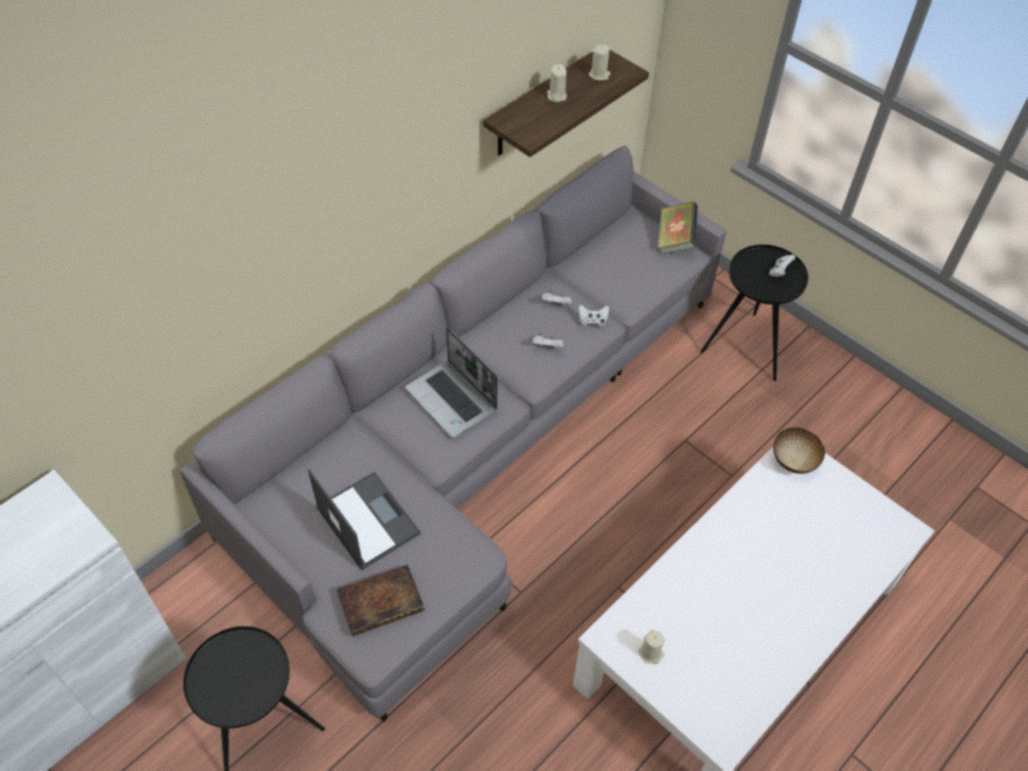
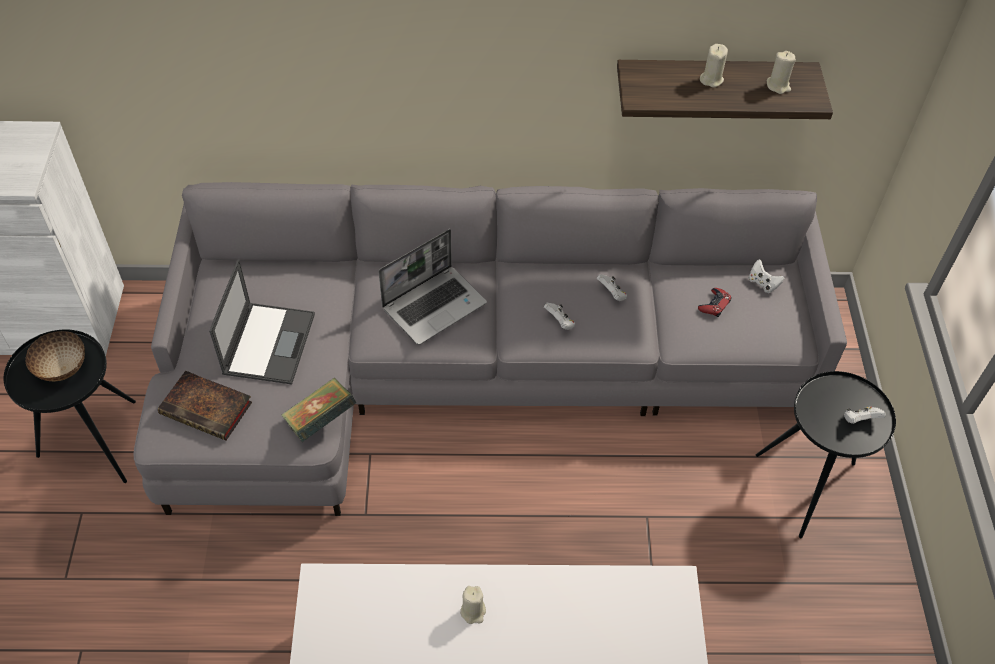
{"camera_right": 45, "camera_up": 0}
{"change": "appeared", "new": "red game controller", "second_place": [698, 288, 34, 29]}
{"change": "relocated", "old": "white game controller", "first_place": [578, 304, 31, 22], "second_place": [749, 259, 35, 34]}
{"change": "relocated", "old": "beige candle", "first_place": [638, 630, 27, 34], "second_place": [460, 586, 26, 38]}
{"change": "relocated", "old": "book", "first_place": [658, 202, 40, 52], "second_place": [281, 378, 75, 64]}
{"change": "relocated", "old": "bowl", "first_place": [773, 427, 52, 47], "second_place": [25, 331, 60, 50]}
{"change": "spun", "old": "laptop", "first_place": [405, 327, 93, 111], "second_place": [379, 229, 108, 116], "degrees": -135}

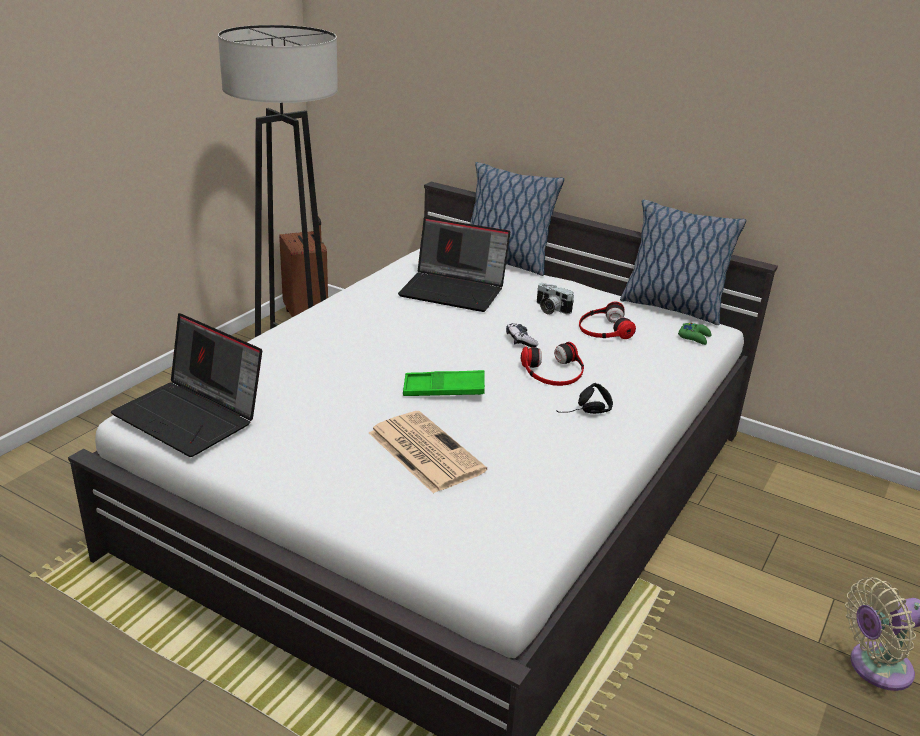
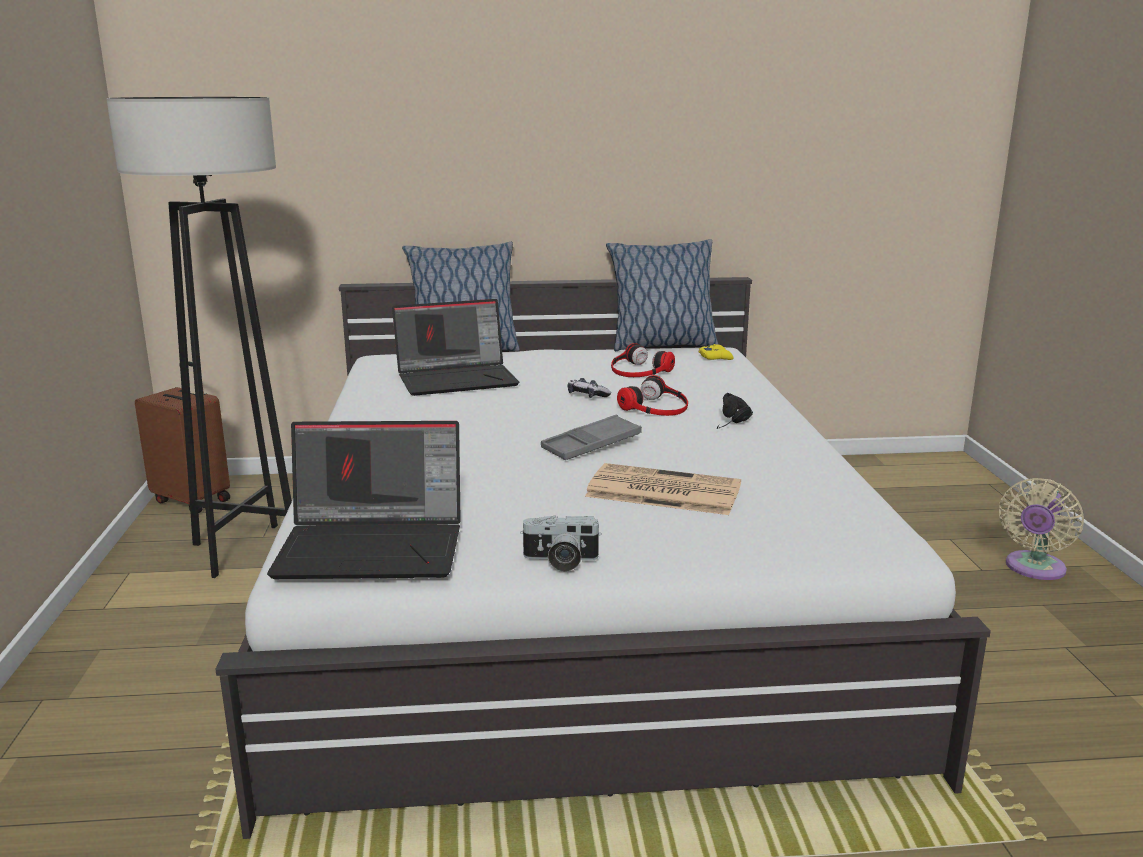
{"camera_right": -35, "camera_up": -10}
{"change": "relocated", "old": "photo camera", "first_place": [537, 283, 37, 32], "second_place": [520, 515, 82, 57]}
{"change": "colour", "old": "green tray", "new": "grey tray", "first_place": [403, 370, 82, 26], "second_place": [541, 415, 101, 45]}
{"change": "colour", "old": "green game controller", "new": "yellow game controller", "first_place": [678, 323, 33, 22], "second_place": [698, 344, 36, 16]}

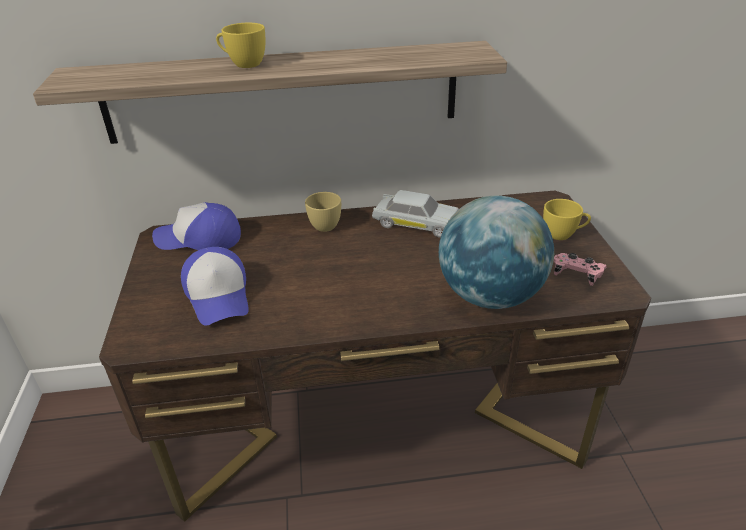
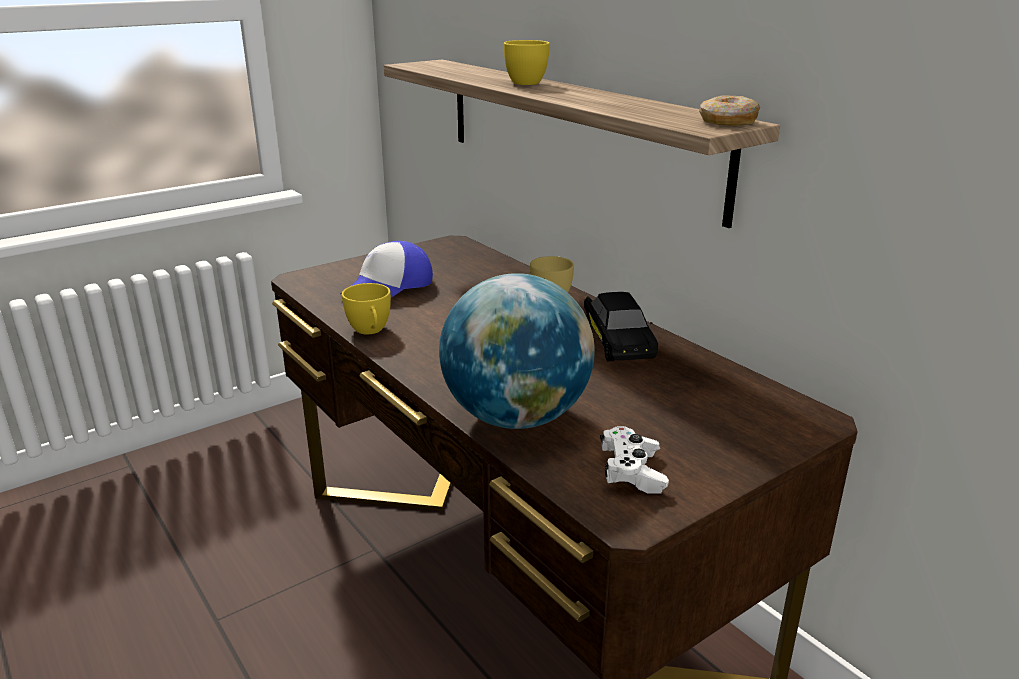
{"camera_right": 60, "camera_up": -10}
{"change": "missing", "old": "cap", "first_place": [152, 202, 89, 48]}
{"change": "appeared", "new": "donut", "second_place": [699, 95, 61, 31]}
{"change": "relocated", "old": "yellow cup", "first_place": [543, 199, 48, 41], "second_place": [342, 283, 49, 51]}
{"change": "colour", "old": "white toy car", "new": "black toy car", "first_place": [372, 190, 87, 48], "second_place": [584, 292, 74, 69]}
{"change": "colour", "old": "pink game controller", "new": "white game controller", "first_place": [554, 253, 53, 33], "second_place": [600, 426, 69, 68]}

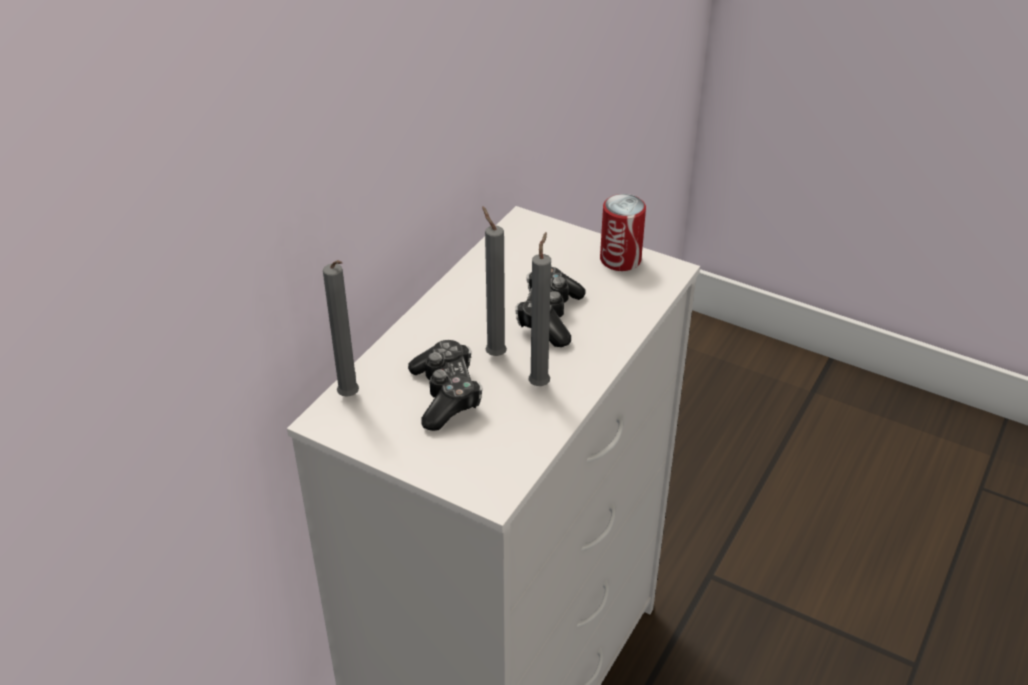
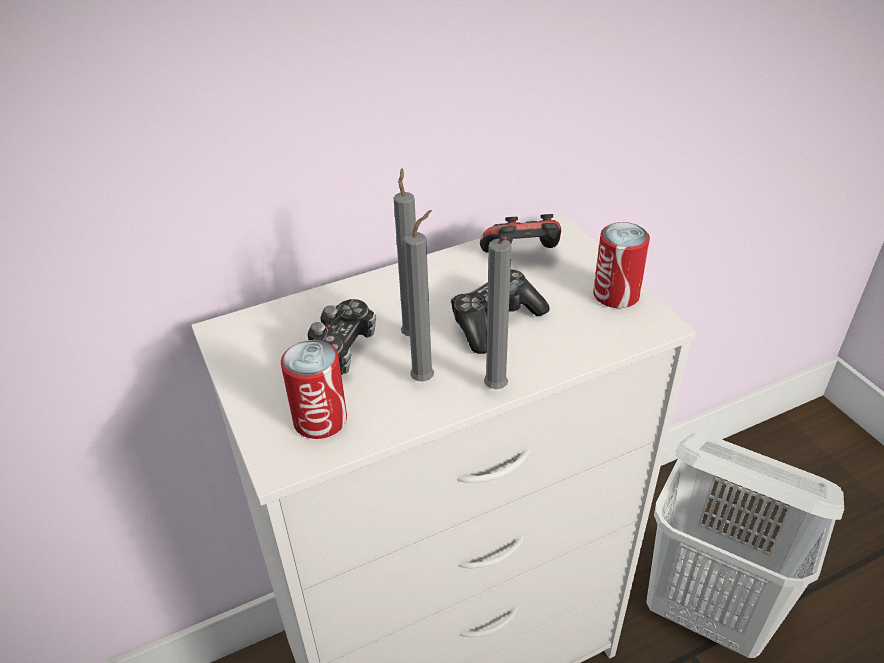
{"camera_right": 35, "camera_up": 0}
{"change": "appeared", "new": "can", "second_place": [281, 340, 66, 99]}
{"change": "appeared", "new": "game controller", "second_place": [480, 214, 81, 39]}
{"change": "appeared", "new": "white laundry basket", "second_place": [646, 433, 198, 225]}
{"change": "relocated", "old": "grey candle", "first_place": [323, 260, 36, 137], "second_place": [484, 236, 28, 153]}

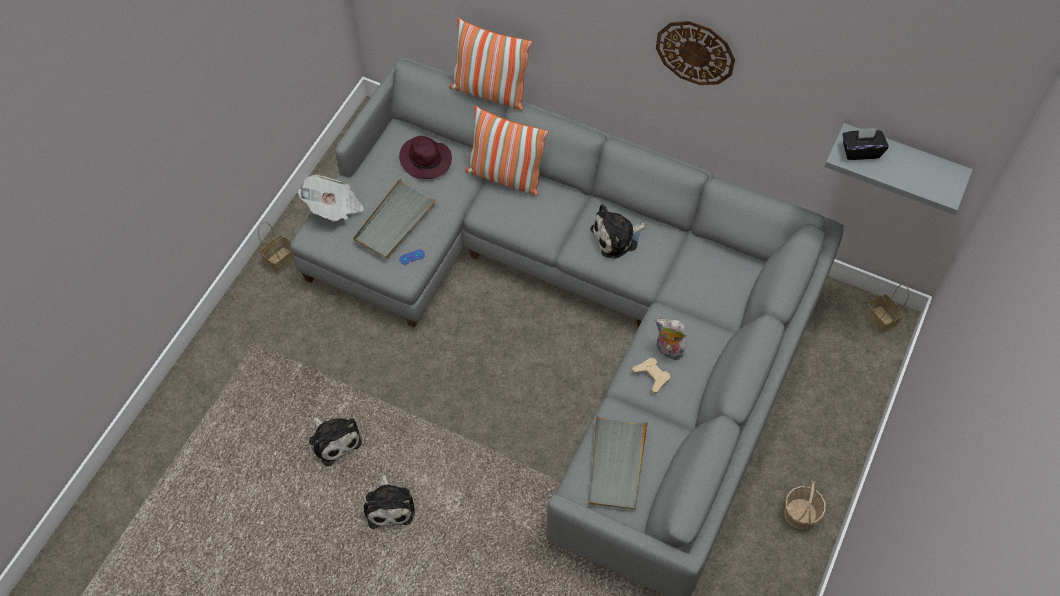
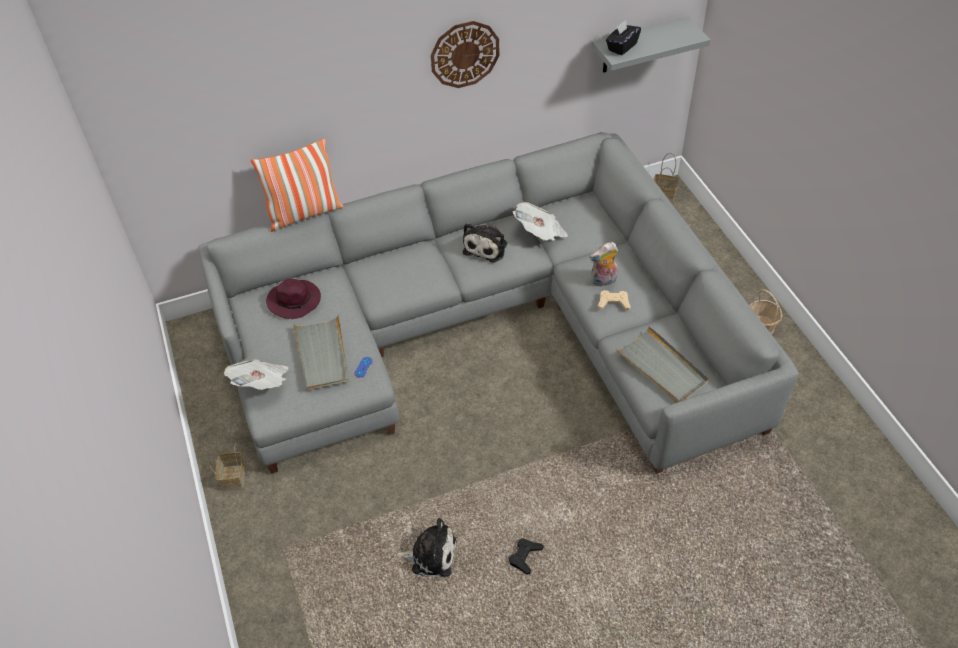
{"camera_right": -45, "camera_up": -10}
{"change": "missing", "old": "pillow", "first_place": [465, 106, 84, 90]}
{"change": "appeared", "new": "newspaper", "second_place": [513, 202, 55, 39]}
{"change": "exchanged", "old": "plush toy", "new": "black game controller", "first_place": [364, 474, 51, 55], "second_place": [509, 538, 35, 37]}

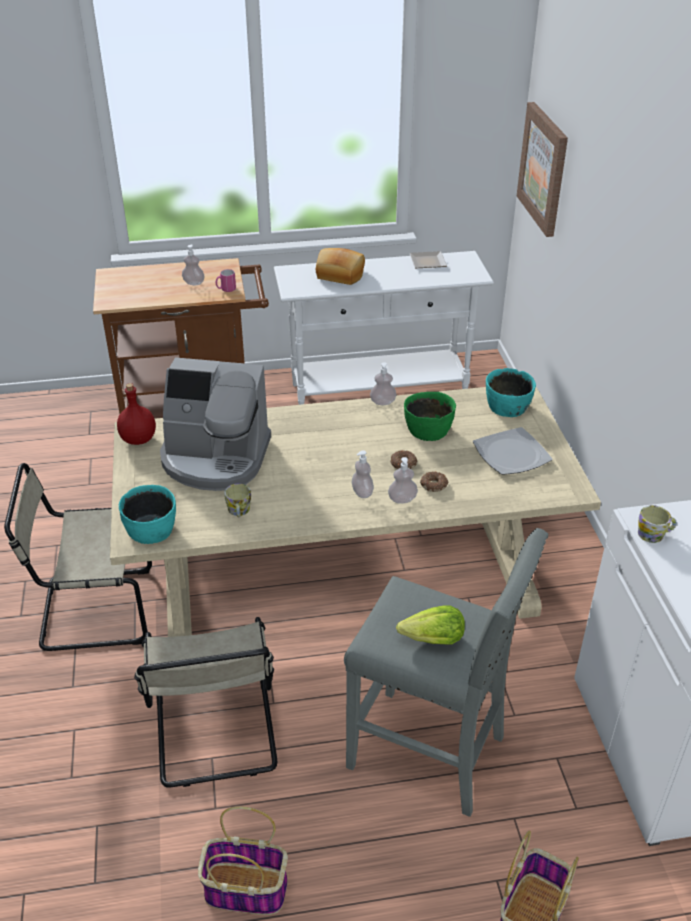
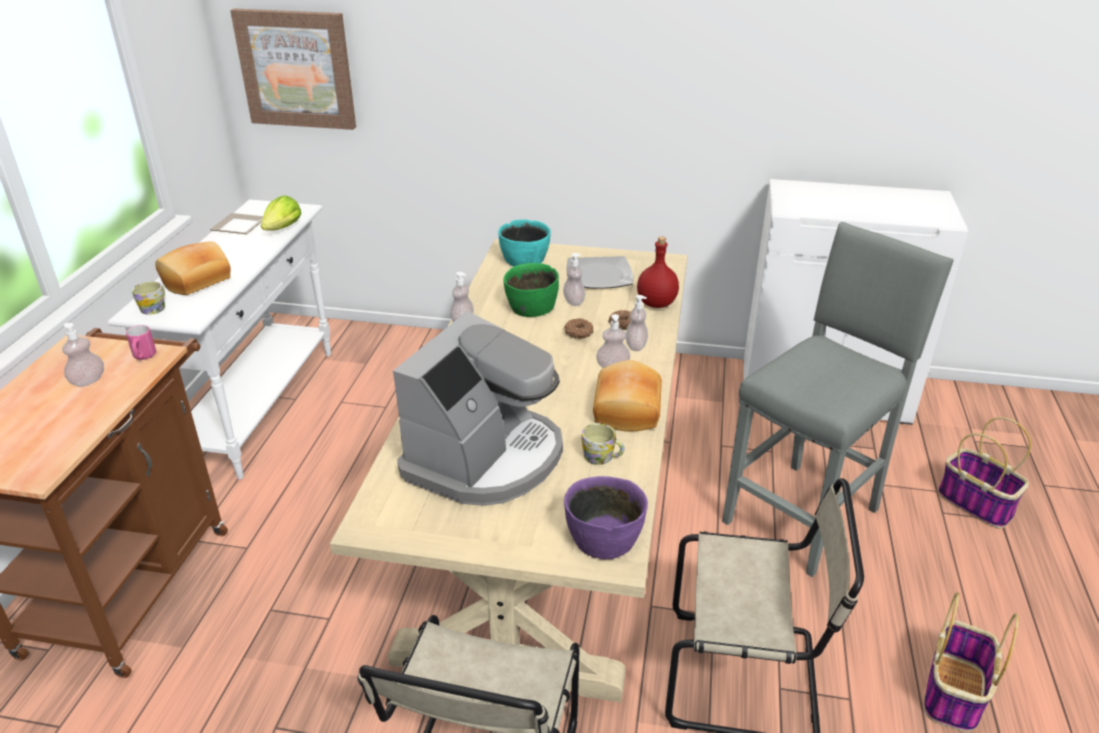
{"camera_right": -70, "camera_up": -5}
{"change": "appeared", "new": "soap dispenser", "second_place": [563, 253, 22, 53]}
{"change": "appeared", "new": "bread", "second_place": [593, 360, 69, 72]}
{"change": "relocated", "old": "red bottle", "first_place": [117, 383, 39, 62], "second_place": [637, 236, 42, 72]}
{"change": "relocated", "old": "lettuce", "first_place": [396, 606, 69, 39], "second_place": [261, 196, 40, 35]}
{"change": "relocated", "old": "mug", "first_place": [638, 505, 39, 38], "second_place": [132, 282, 33, 33]}
{"change": "colour", "old": "turquoise bowl", "new": "purple bowl", "first_place": [119, 485, 57, 59], "second_place": [564, 476, 84, 83]}

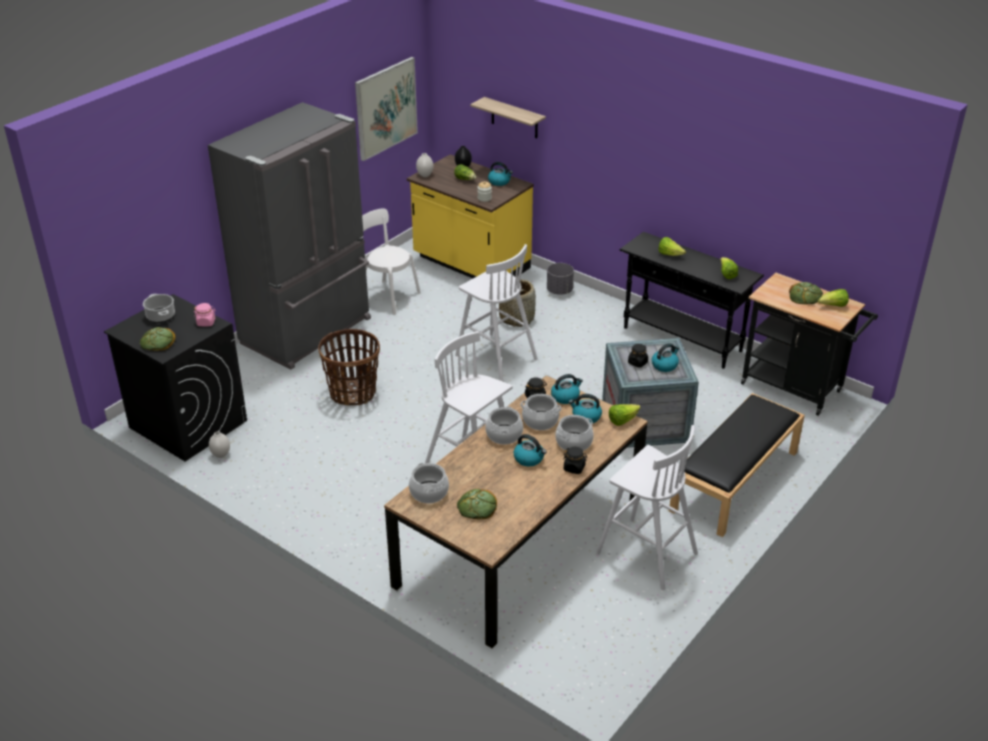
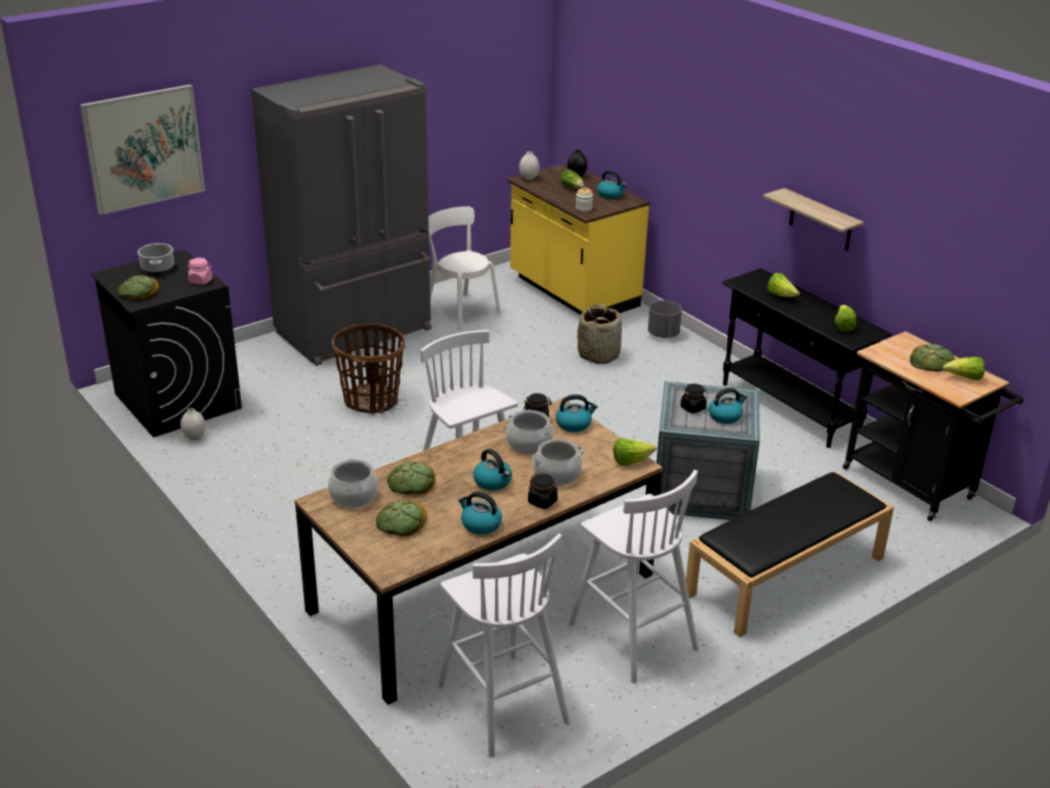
{"camera_right": 15, "camera_up": -5}
{"change": "missing", "old": "cooking pot", "first_place": [485, 406, 38, 39]}
{"change": "appeared", "new": "bread", "second_place": [387, 461, 48, 34]}
{"change": "relocated", "old": "picture", "first_place": [355, 57, 63, 104], "second_place": [80, 84, 125, 131]}
{"change": "relocated", "old": "white stool", "first_place": [455, 244, 83, 137], "second_place": [438, 533, 132, 225]}
{"change": "relocated", "old": "shelf", "first_place": [470, 97, 76, 41], "second_place": [763, 188, 101, 63]}
{"change": "relocated", "old": "kettle", "first_place": [569, 394, 33, 29], "second_place": [458, 491, 44, 44]}

